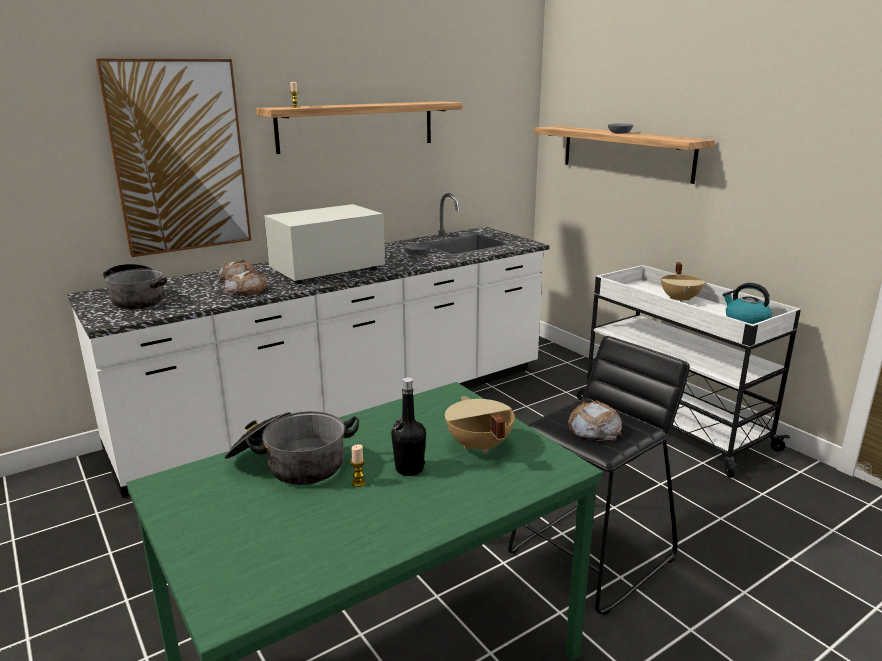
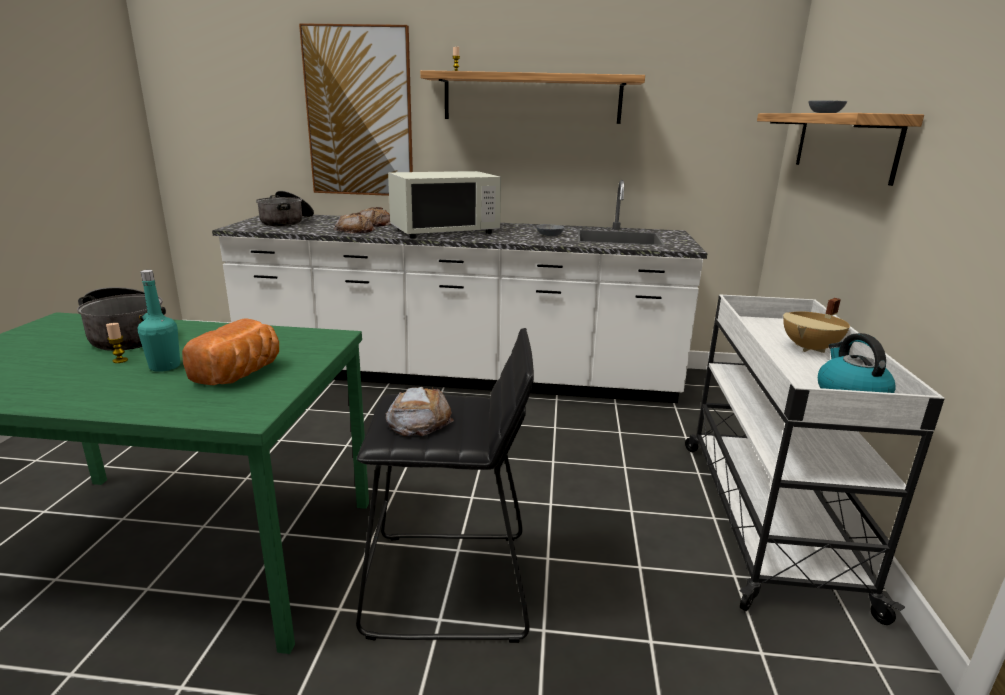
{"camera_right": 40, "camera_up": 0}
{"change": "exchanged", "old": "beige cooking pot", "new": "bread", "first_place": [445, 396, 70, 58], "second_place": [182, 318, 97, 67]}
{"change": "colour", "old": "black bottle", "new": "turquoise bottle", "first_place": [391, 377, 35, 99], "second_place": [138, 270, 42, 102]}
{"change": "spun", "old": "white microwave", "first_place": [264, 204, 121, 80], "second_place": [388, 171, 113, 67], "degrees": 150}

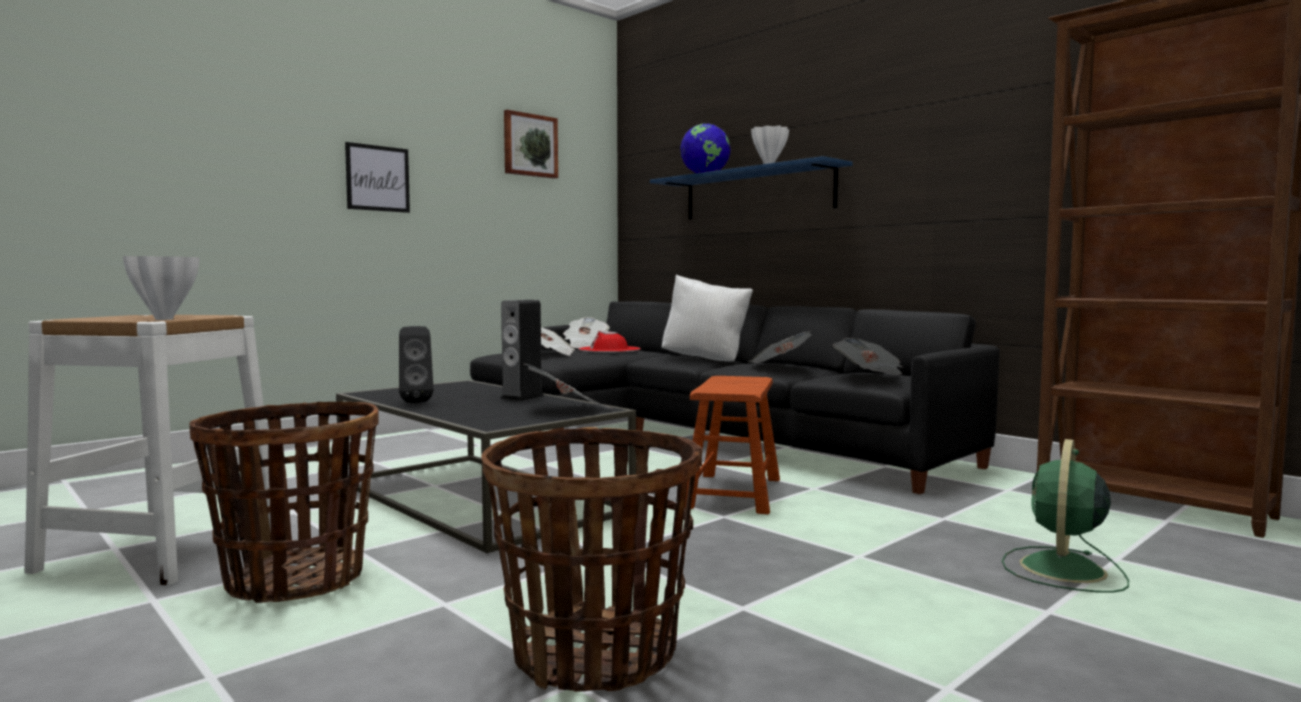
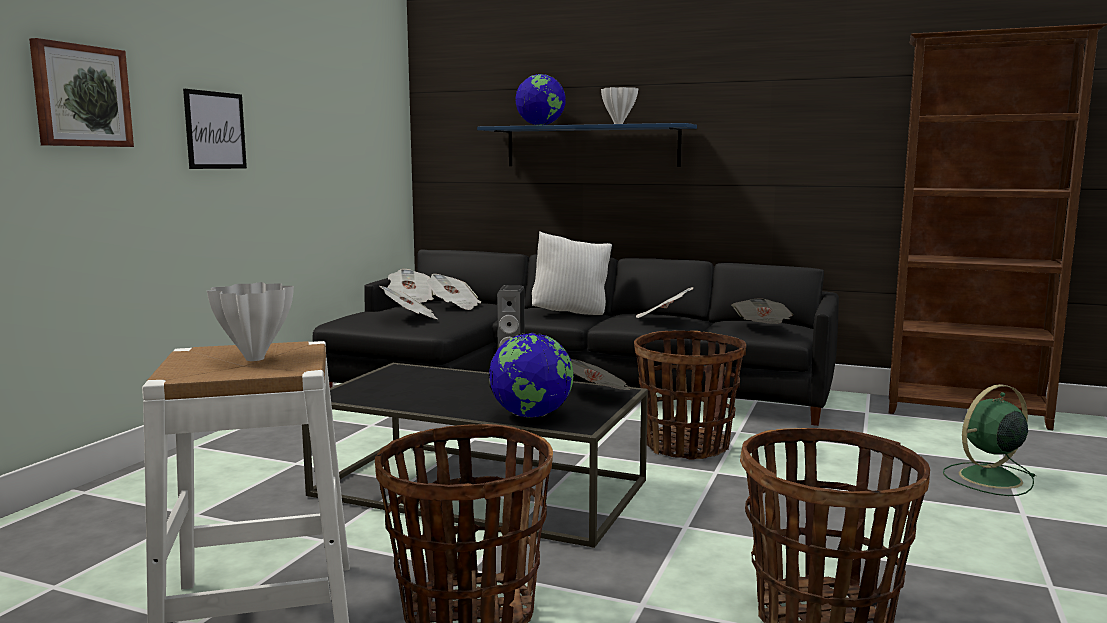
{"camera_right": -25, "camera_up": 5}
{"change": "missing", "old": "black speaker", "first_place": [399, 326, 35, 77]}
{"change": "appeared", "new": "globe", "second_place": [489, 333, 85, 85]}
{"change": "relocated", "old": "picture", "first_place": [504, 110, 54, 69], "second_place": [29, 38, 105, 109]}
{"change": "exchanged", "old": "red hat", "new": "newspaper", "first_place": [579, 331, 62, 22], "second_place": [427, 274, 54, 36]}
{"change": "exchanged", "old": "brown stool", "new": "basket", "first_place": [685, 376, 95, 138], "second_place": [634, 331, 112, 129]}
{"change": "spun", "old": "green fan", "first_place": [1002, 439, 127, 154], "second_place": [943, 384, 93, 112], "degrees": 60}

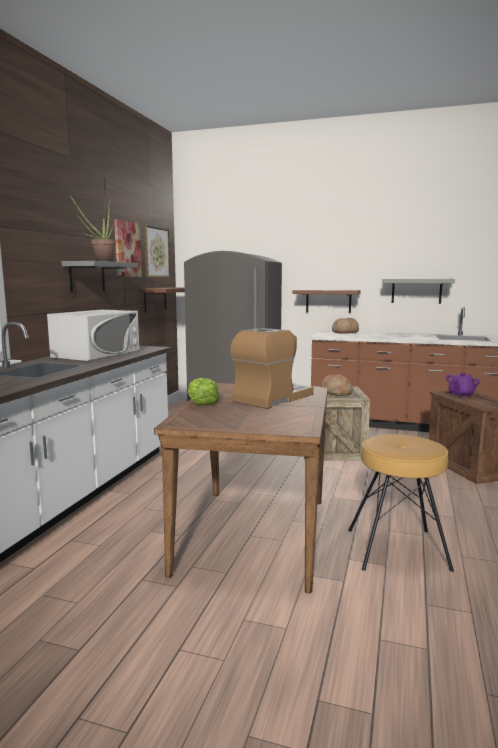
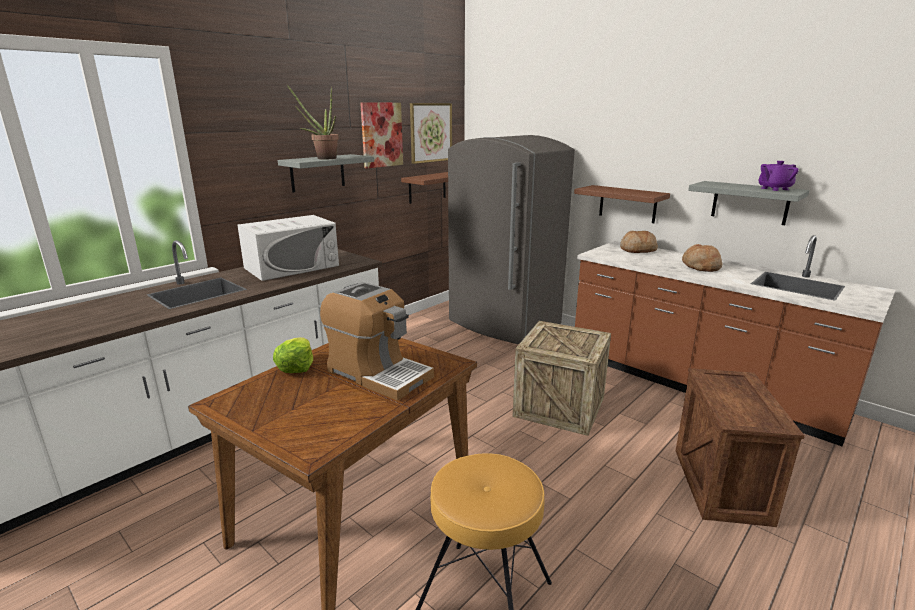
{"camera_right": 25, "camera_up": 10}
{"change": "relocated", "old": "bread", "first_place": [320, 374, 33, 22], "second_place": [682, 244, 41, 28]}
{"change": "relocated", "old": "purple teapot", "first_place": [446, 373, 34, 25], "second_place": [758, 161, 41, 30]}
{"change": "spun", "old": "coffee machine", "first_place": [230, 328, 84, 81], "second_place": [320, 282, 114, 119], "degrees": 60}

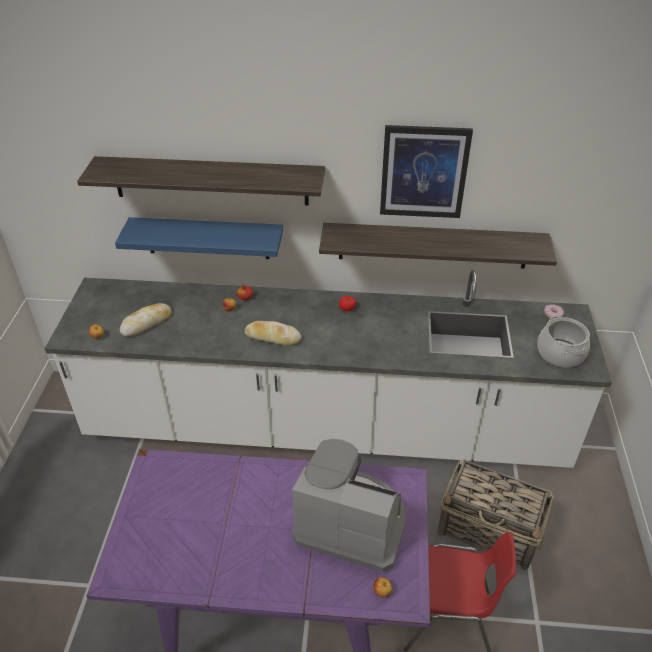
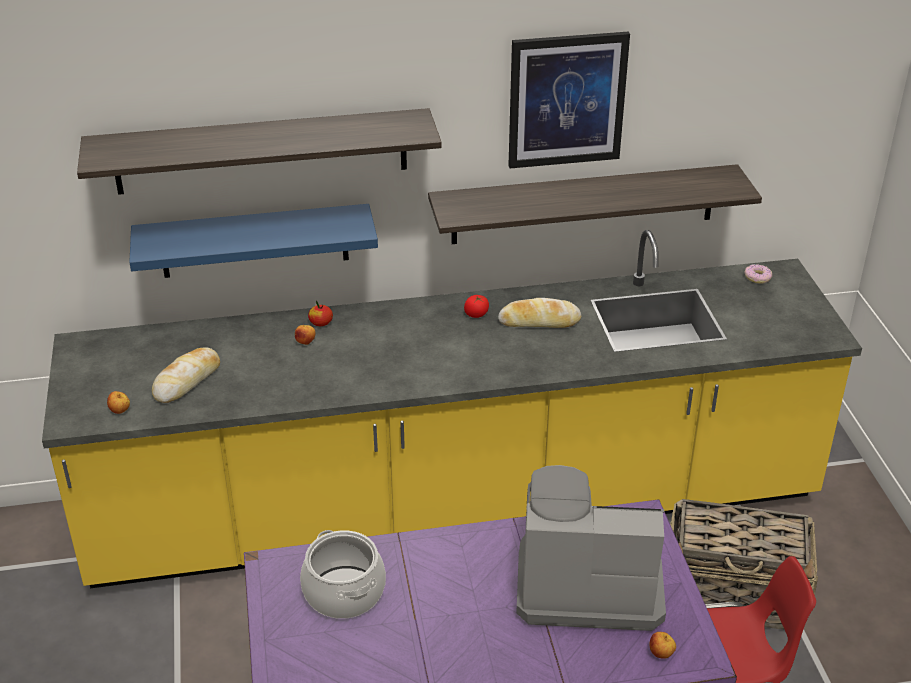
{"camera_right": -15, "camera_up": -5}
{"change": "relocated", "old": "bread", "first_place": [245, 321, 56, 25], "second_place": [498, 298, 83, 30]}
{"change": "relocated", "old": "cooking pot", "first_place": [537, 316, 53, 52], "second_place": [300, 530, 86, 89]}
{"change": "colour", "old": "white counter", "new": "yellow counter", "first_place": [45, 270, 567, 198], "second_place": [42, 230, 820, 358]}

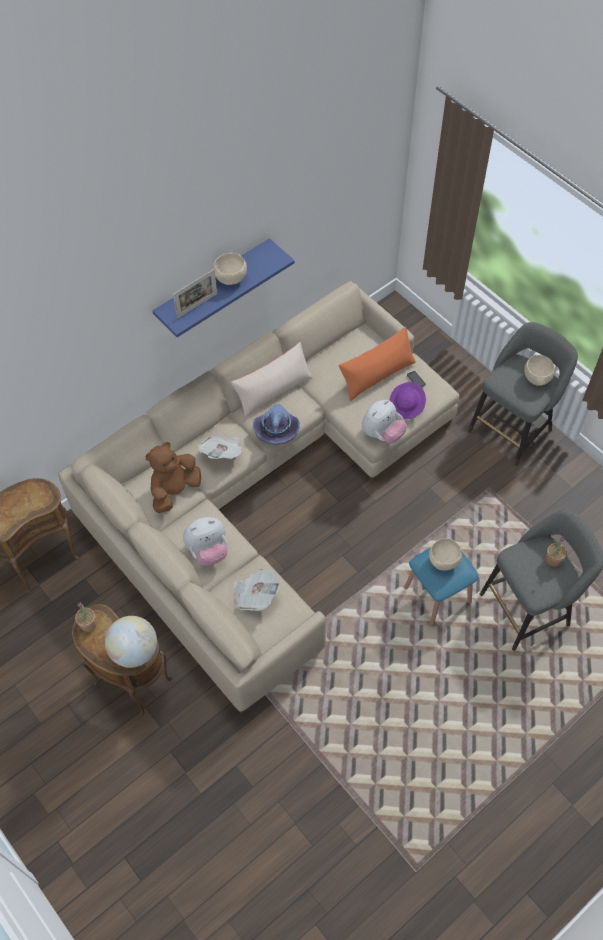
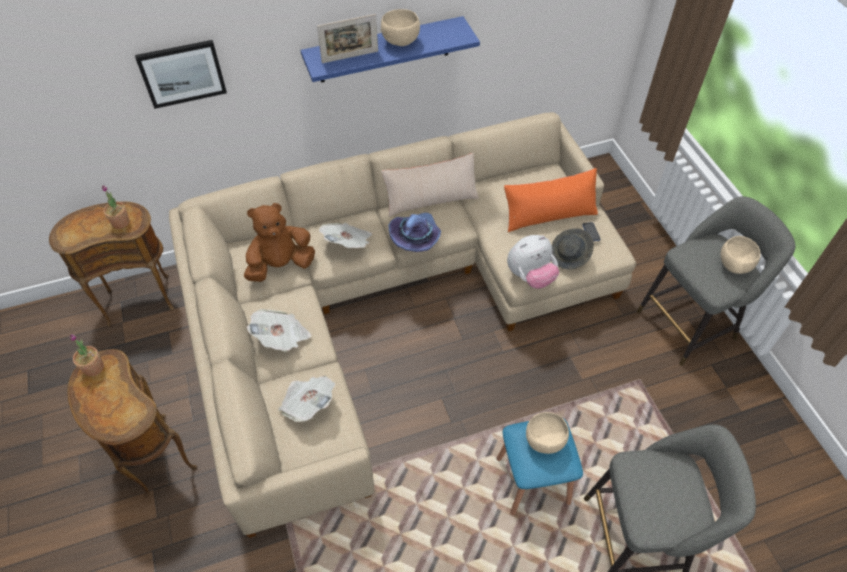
{"camera_right": 20, "camera_up": -5}
{"change": "missing", "old": "globe", "first_place": [105, 616, 52, 52]}
{"change": "appeared", "new": "picture", "second_place": [135, 40, 92, 69]}
{"change": "relocated", "old": "potted plant", "first_place": [546, 536, 20, 31], "second_place": [102, 185, 28, 44]}
{"change": "exchanged", "old": "plush toy", "new": "newspaper", "first_place": [183, 517, 45, 49], "second_place": [247, 309, 65, 43]}
{"change": "colour", "old": "purple hat", "new": "grey hat", "first_place": [390, 382, 36, 37], "second_place": [552, 229, 42, 40]}

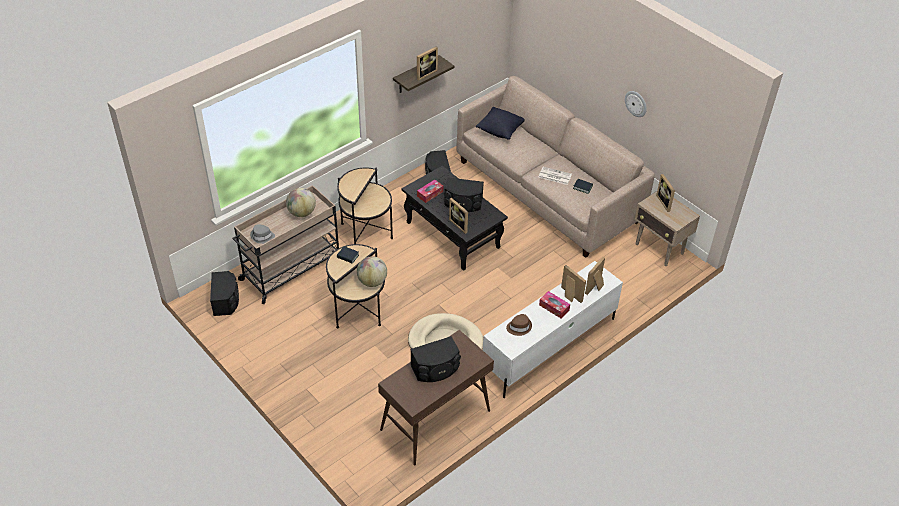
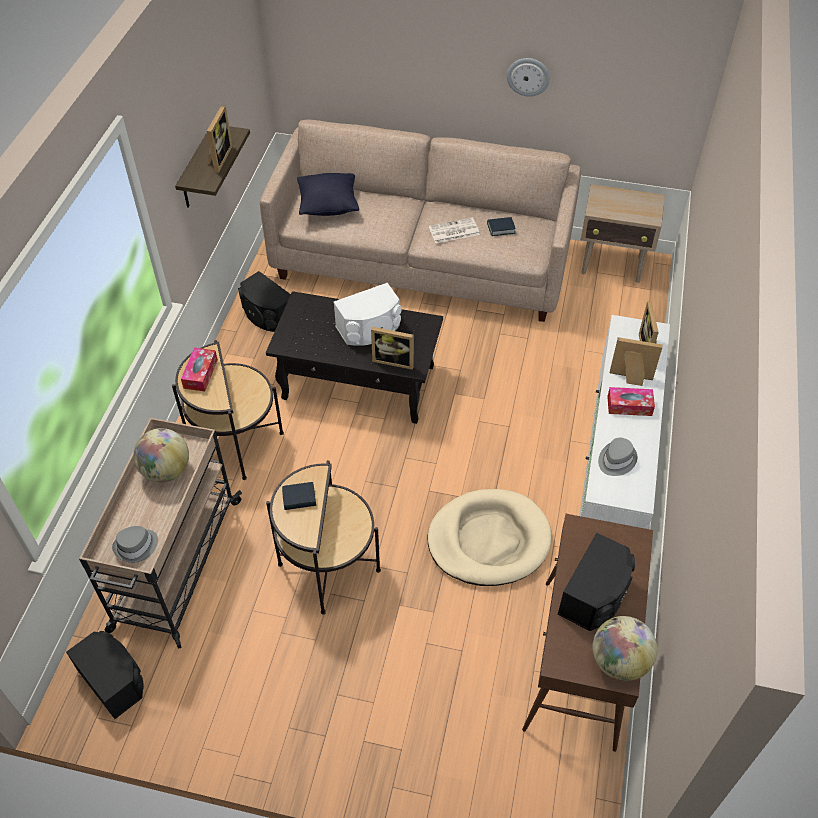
{"camera_right": -35, "camera_up": 5}
{"change": "missing", "old": "picture frame", "first_place": [656, 174, 19, 38]}
{"change": "relocated", "old": "globe", "first_place": [357, 256, 30, 31], "second_place": [593, 616, 64, 65]}
{"change": "relocated", "old": "tissue box", "first_place": [417, 180, 26, 23], "second_place": [181, 347, 37, 45]}
{"change": "colour", "old": "black speaker", "new": "white speaker", "first_place": [444, 177, 40, 35], "second_place": [333, 283, 69, 63]}
{"change": "colour", "old": "brown hat", "new": "grey hat", "first_place": [506, 314, 26, 22], "second_place": [598, 438, 39, 38]}

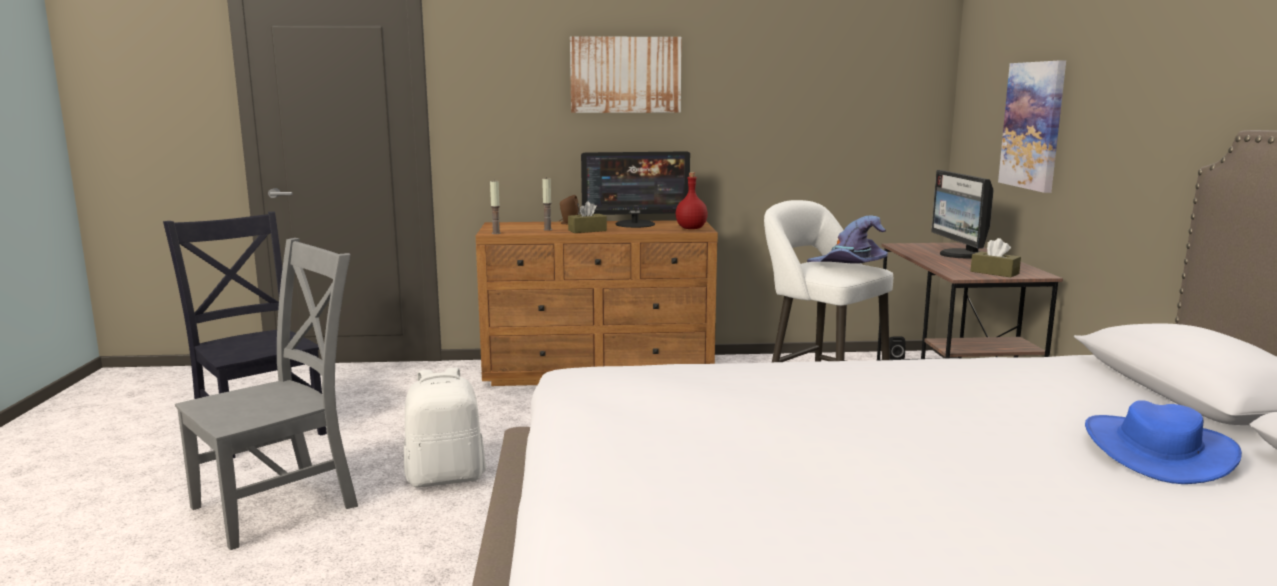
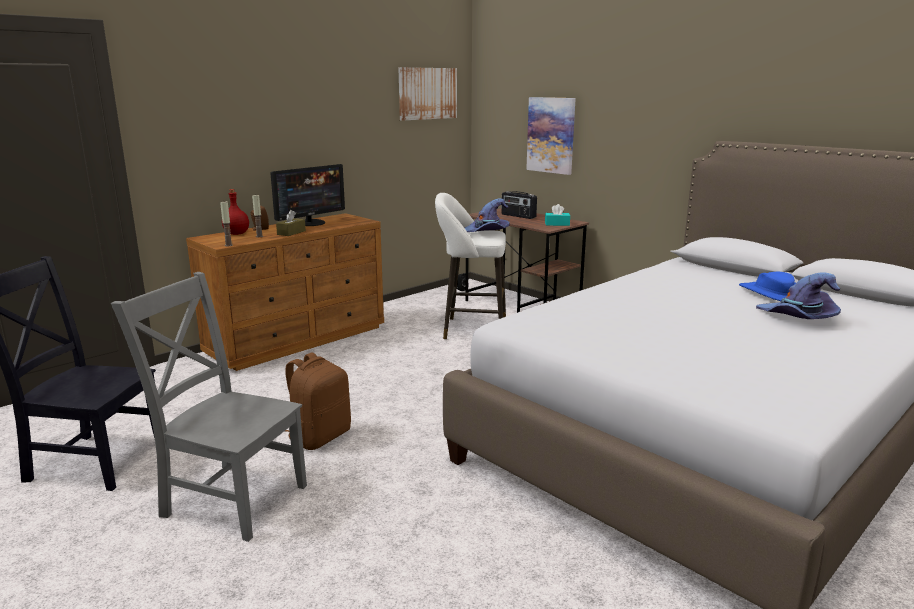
{"camera_right": -40, "camera_up": 5}
{"change": "appeared", "new": "purple hat", "second_place": [756, 273, 85, 46]}
{"change": "relocated", "old": "picture", "first_place": [570, 36, 112, 77], "second_place": [398, 67, 59, 54]}
{"change": "relocated", "old": "red bottle", "first_place": [676, 172, 32, 57], "second_place": [222, 189, 27, 46]}
{"change": "exchanged", "old": "monitor", "new": "radio", "first_place": [931, 170, 63, 88], "second_place": [501, 191, 36, 28]}
{"change": "colour", "old": "white backpack", "new": "brown backpack", "first_place": [404, 367, 82, 121], "second_place": [285, 352, 66, 98]}
{"change": "colour", "old": "brown tissue box", "new": "turquoise tissue box", "first_place": [971, 238, 50, 39], "second_place": [545, 204, 25, 22]}
{"change": "spun", "old": "grey chair", "first_place": [175, 238, 183, 312], "second_place": [111, 272, 196, 270], "degrees": -75}

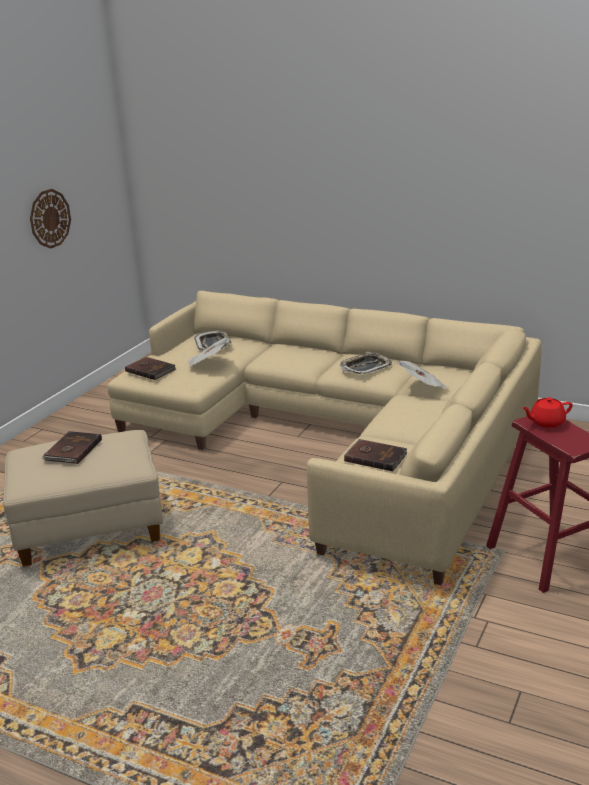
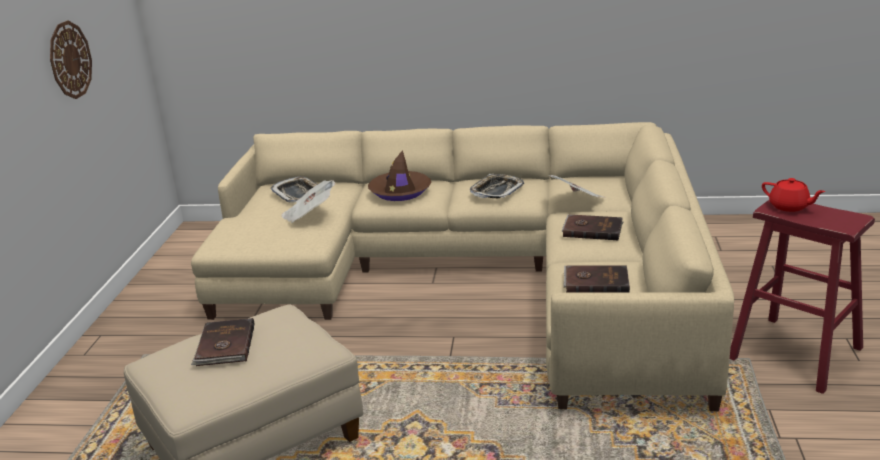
{"camera_right": -20, "camera_up": 0}
{"change": "appeared", "new": "brown hat", "second_place": [368, 150, 63, 51]}
{"change": "relocated", "old": "brown book", "first_place": [125, 357, 51, 23], "second_place": [561, 214, 62, 26]}
{"change": "spun", "old": "red teapot", "first_place": [522, 397, 51, 31], "second_place": [762, 178, 63, 34], "degrees": -105}

